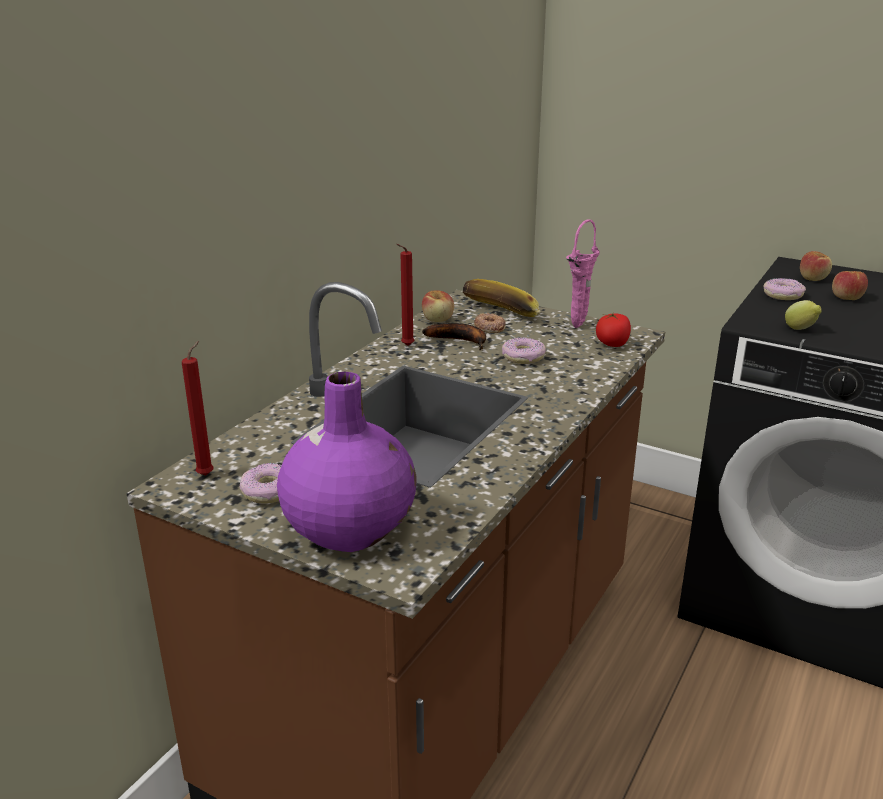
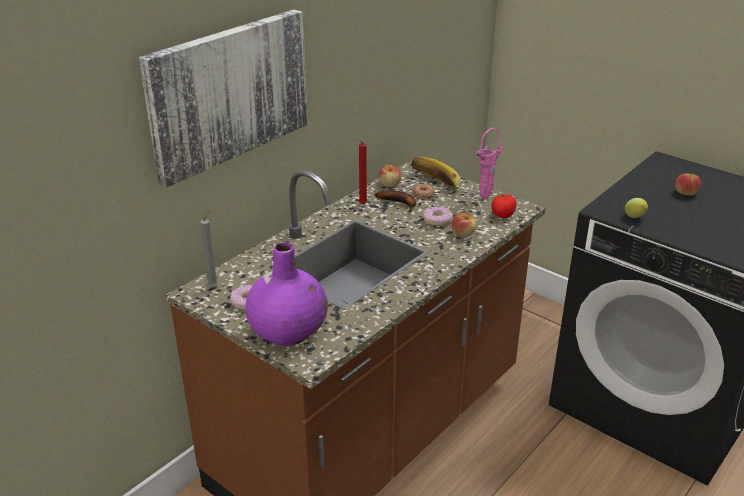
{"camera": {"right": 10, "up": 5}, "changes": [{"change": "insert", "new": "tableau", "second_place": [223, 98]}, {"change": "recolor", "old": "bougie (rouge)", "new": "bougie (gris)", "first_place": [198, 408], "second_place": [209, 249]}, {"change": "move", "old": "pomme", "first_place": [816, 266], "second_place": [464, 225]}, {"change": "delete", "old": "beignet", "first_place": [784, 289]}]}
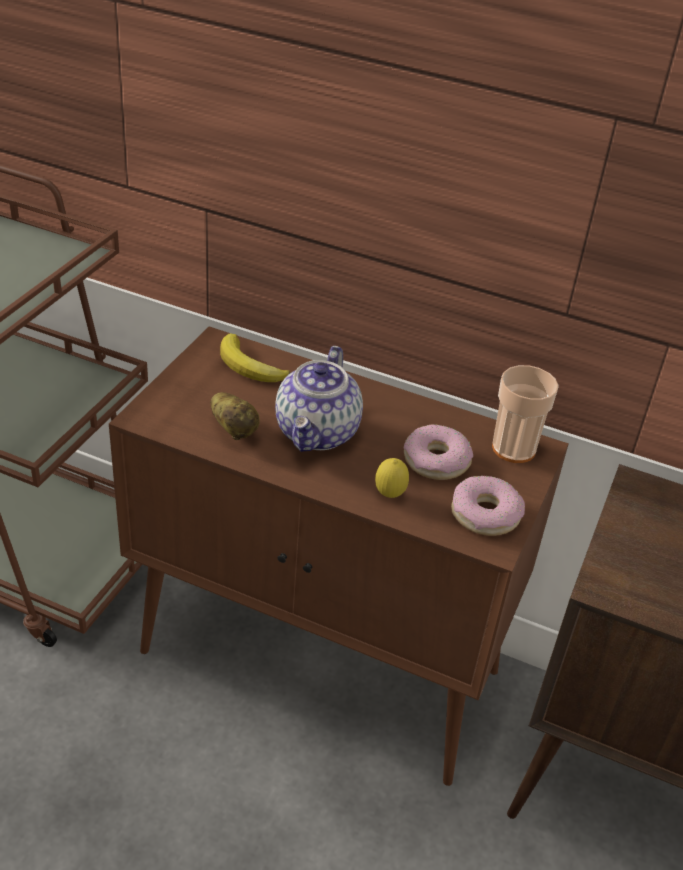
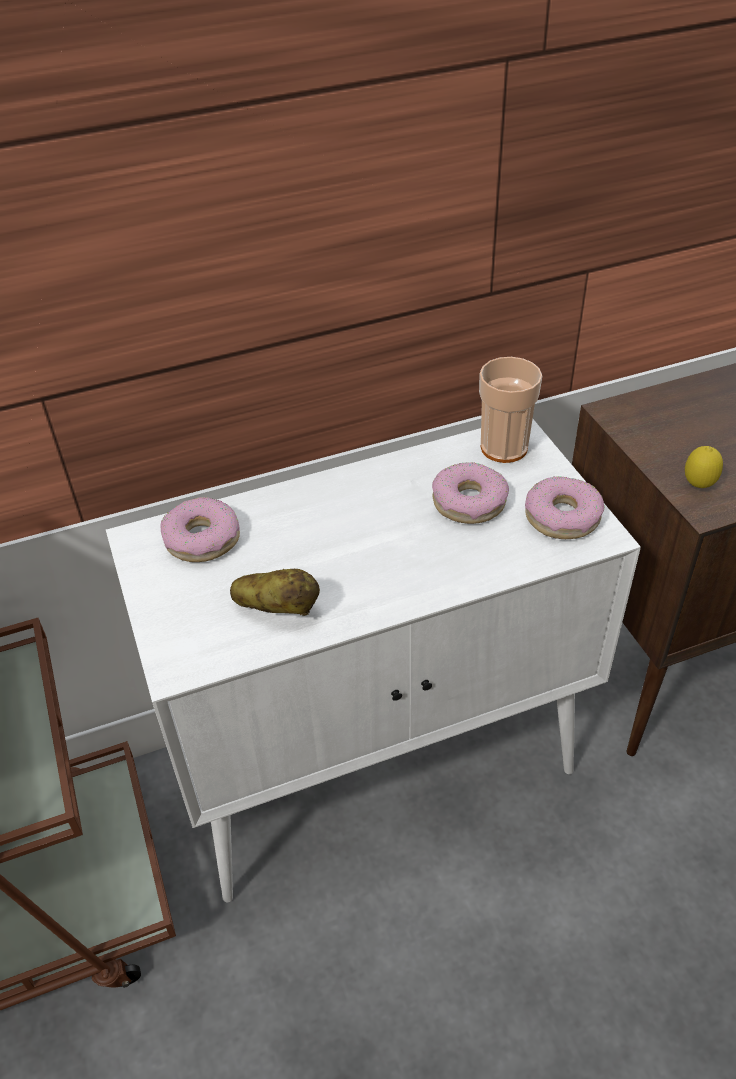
{"camera": {"right": -40, "up": 5}, "changes": [{"change": "recolor", "old": "meuble de rangement (marron)", "new": "meuble de rangement (blanc)", "first_place": [339, 556], "second_place": [373, 661]}, {"change": "replace", "old": "banane", "new": "beignet", "first_place": [255, 357], "second_place": [200, 529]}, {"change": "move", "old": "citron", "first_place": [392, 478], "second_place": [704, 467]}, {"change": "delete", "old": "théière", "first_place": [319, 399]}]}
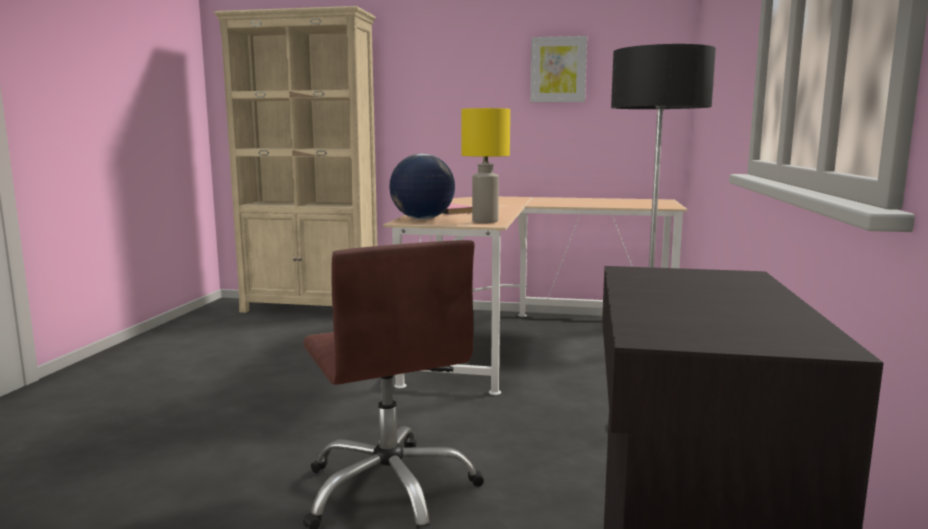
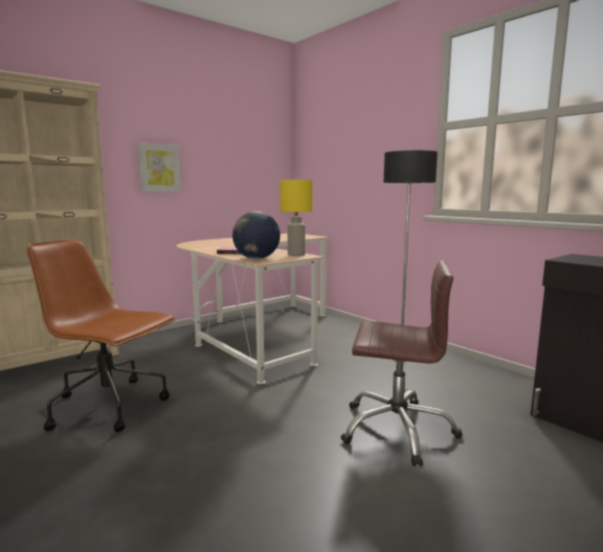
{"camera": {"right": -50, "up": 0}, "changes": [{"change": "insert", "new": "chaise de bureau (marron)", "second_place": [101, 335]}, {"change": "move", "old": "tableau", "first_place": [558, 69], "second_place": [159, 167]}]}
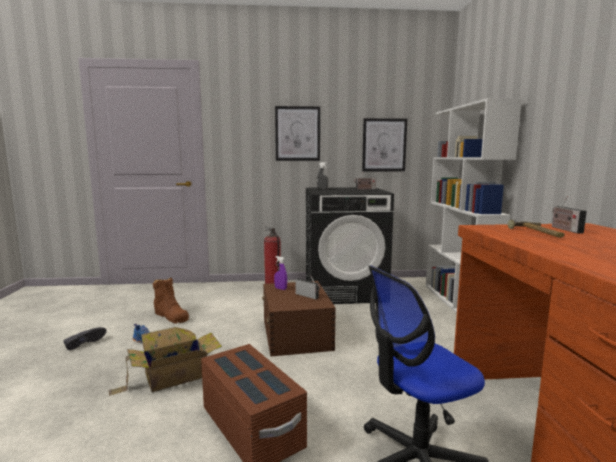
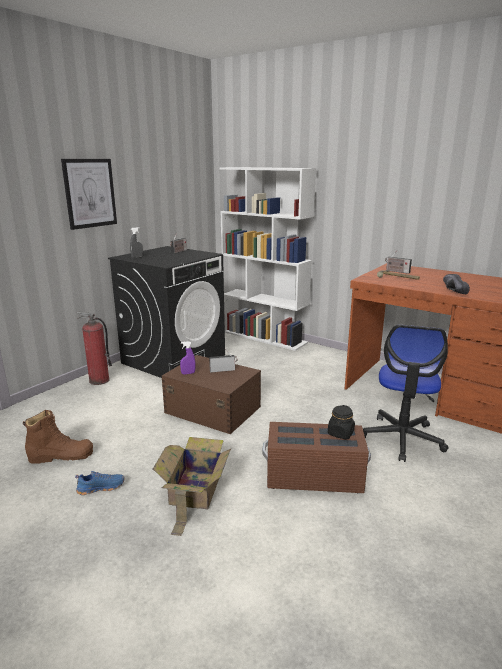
{"camera": {"right": -50, "up": 10}, "changes": [{"change": "insert", "new": "bocal (noir)", "second_place": [341, 422]}, {"change": "move", "old": "chaussure (noir)", "first_place": [85, 338], "second_place": [456, 284]}, {"change": "delete", "old": "tableau", "first_place": [384, 144]}]}
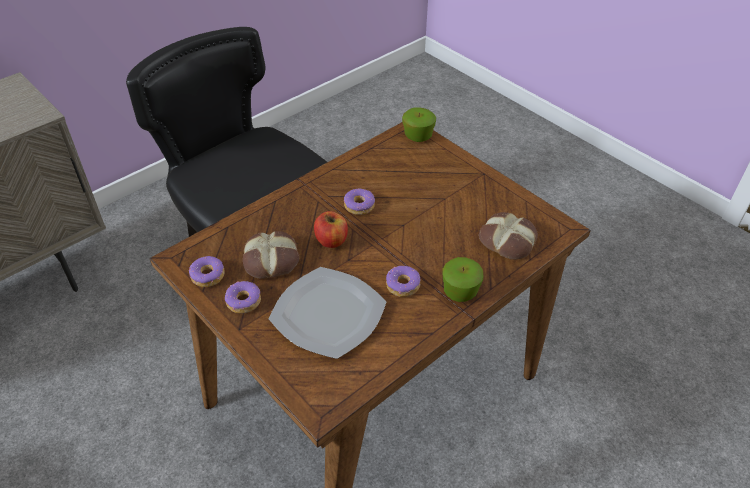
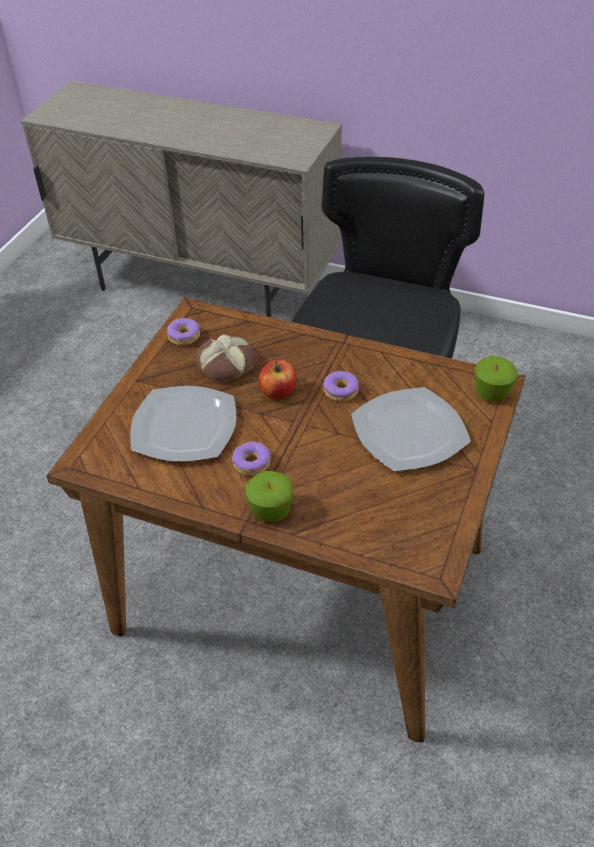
{"camera": {"right": 65, "up": 0}, "changes": [{"change": "insert", "new": "assiette", "second_place": [411, 429]}, {"change": "delete", "old": "beignet", "first_place": [243, 297]}, {"change": "delete", "old": "pain", "first_place": [508, 236]}]}
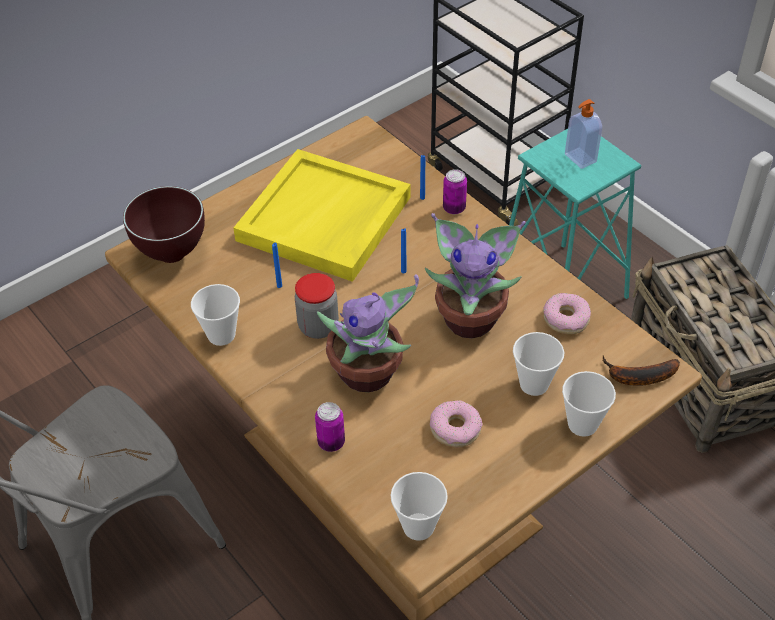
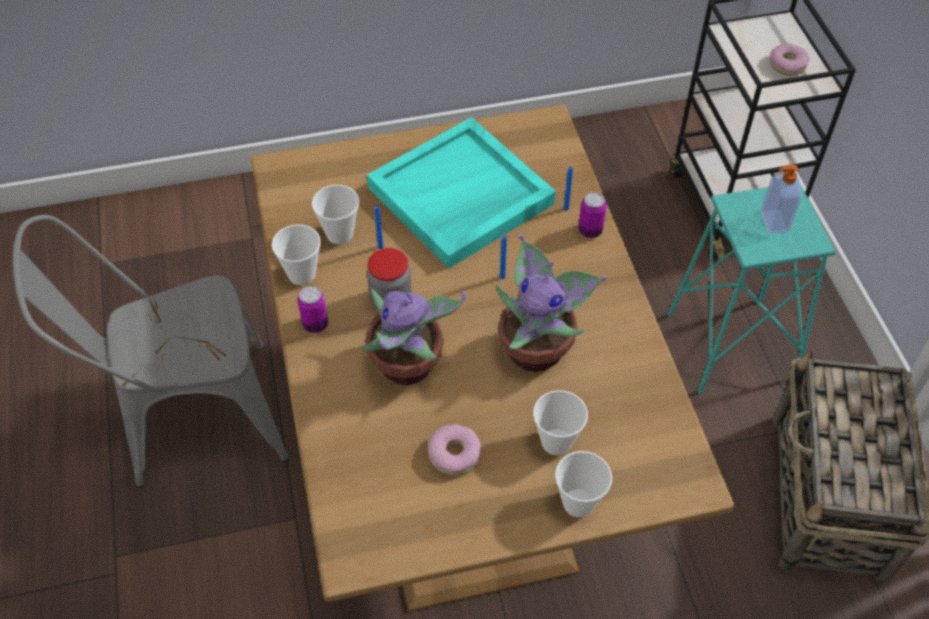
{"camera": {"right": 25, "up": 5}, "changes": [{"change": "move", "old": "boîte métallique", "first_place": [330, 427], "second_place": [313, 309]}, {"change": "move", "old": "tasse", "first_place": [419, 506], "second_place": [335, 214]}, {"change": "recolor", "old": "plateau (jaune)", "new": "plateau (turquoise)", "first_place": [321, 215], "second_place": [461, 192]}, {"change": "move", "old": "beignet", "first_place": [567, 314], "second_place": [789, 59]}, {"change": "delete", "old": "bol (marron)", "first_place": [164, 224]}, {"change": "delete", "old": "banane", "first_place": [641, 370]}]}
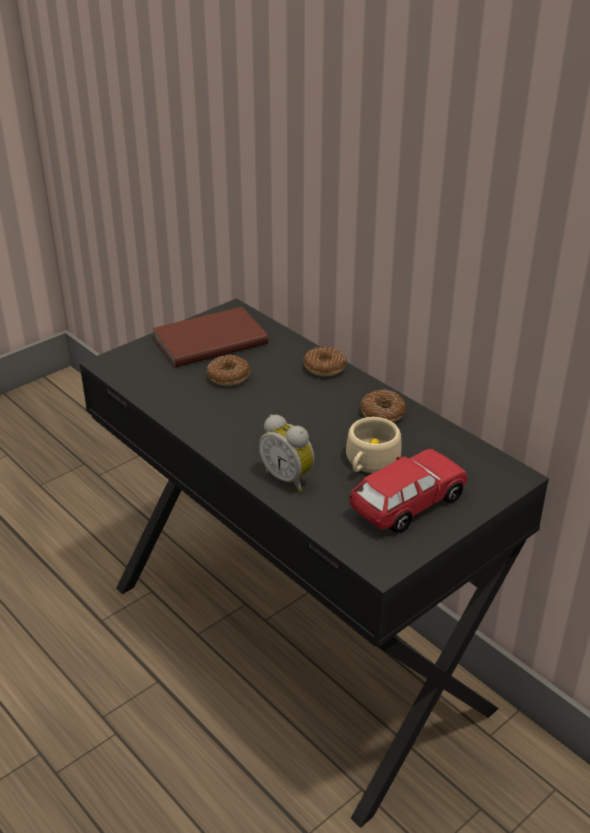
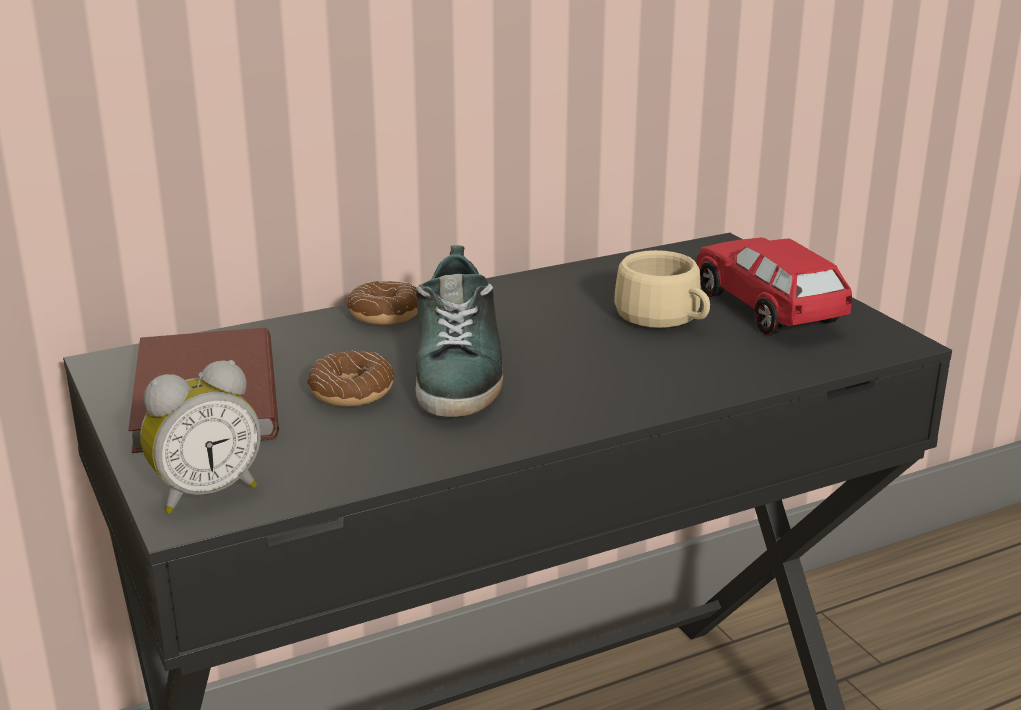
{"camera": {"right": -75, "up": -10}, "changes": [{"change": "move", "old": "réveil", "first_place": [286, 453], "second_place": [200, 437]}, {"change": "insert", "new": "chaussure", "second_place": [459, 331]}, {"change": "delete", "old": "beignet", "first_place": [383, 405]}]}
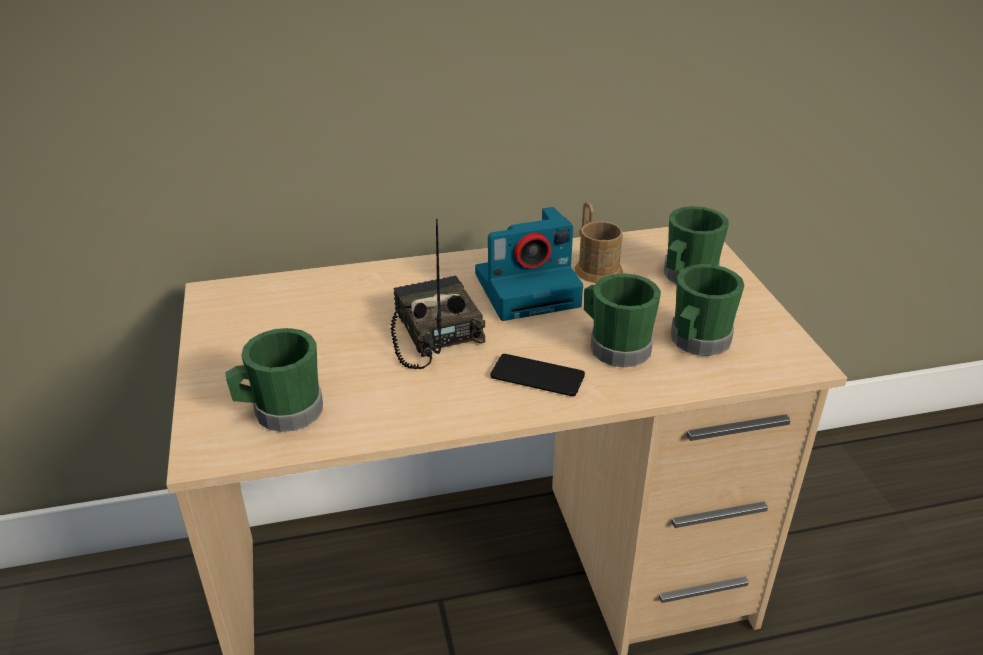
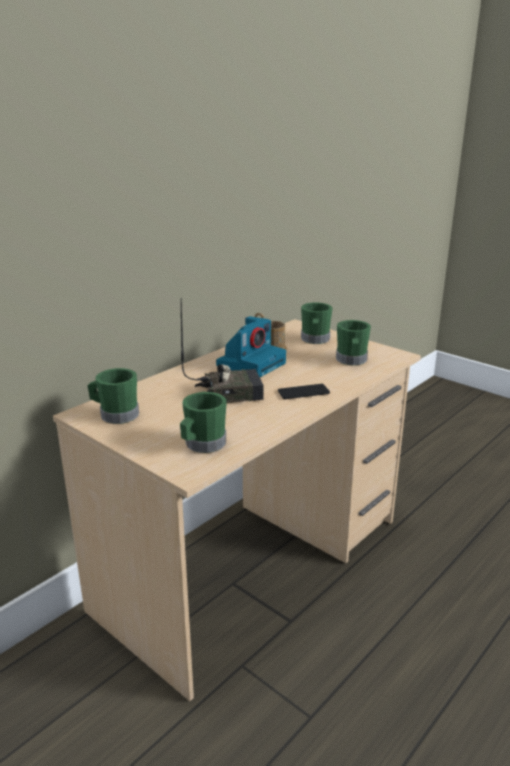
{"camera": {"right": -35, "up": -10}, "changes": [{"change": "move", "old": "mug (vert)", "first_place": [622, 320], "second_place": [113, 396]}, {"change": "rotate", "old": "radio", "first_place": [437, 294], "second_place": [222, 350], "degrees": 135}]}
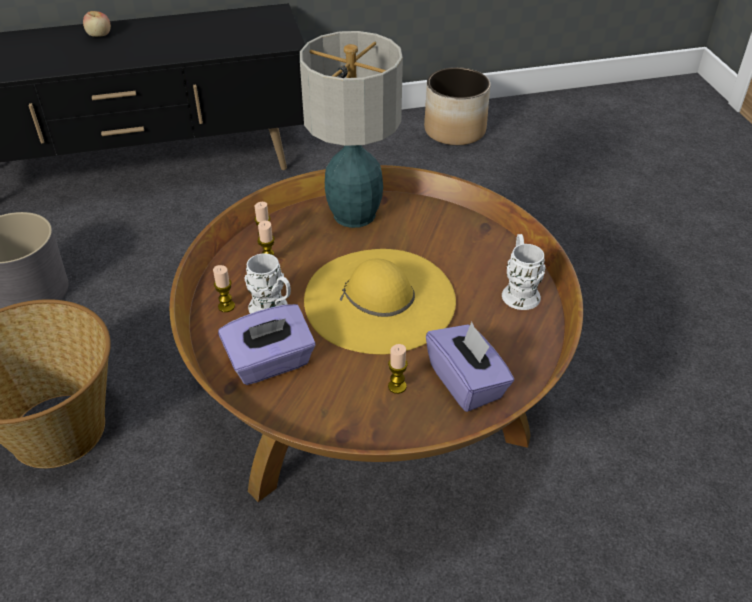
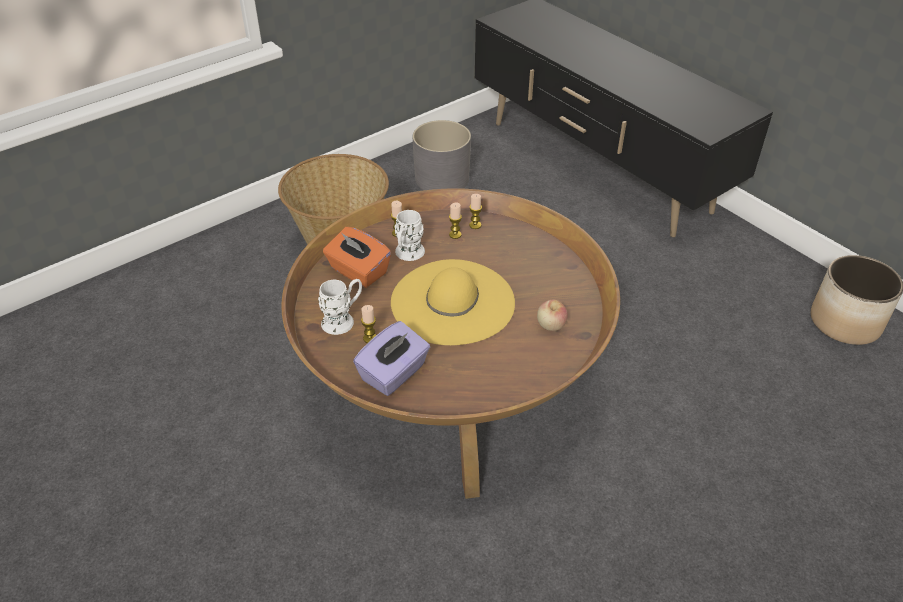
{"camera": {"right": 65, "up": 0}, "changes": [{"change": "move", "old": "mug (blanc)", "first_place": [524, 272], "second_place": [340, 307]}, {"change": "recolor", "old": "boîte à mouchoirs (violet)", "new": "boîte à mouchoirs (orange)", "first_place": [267, 344], "second_place": [357, 257]}, {"change": "move", "old": "pomme", "first_place": [97, 24], "second_place": [552, 315]}, {"change": "delete", "old": "lampe de table", "first_place": [351, 129]}]}
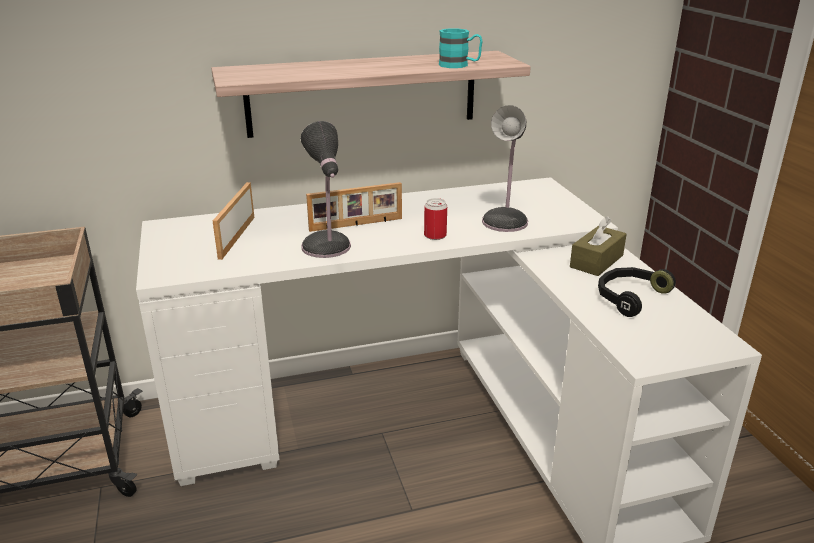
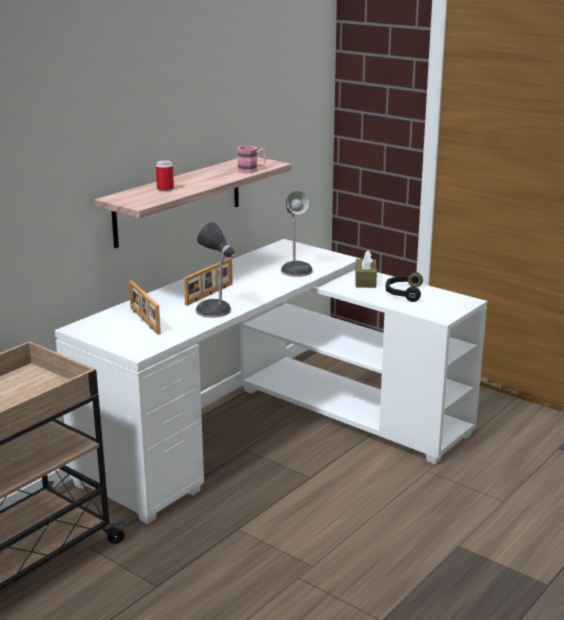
{"camera": {"right": -35, "up": -5}, "changes": [{"change": "move", "old": "boîte métallique", "first_place": [435, 219], "second_place": [165, 175]}, {"change": "recolor", "old": "mug (turquoise)", "new": "mug (rose)", "first_place": [460, 48], "second_place": [251, 159]}]}
